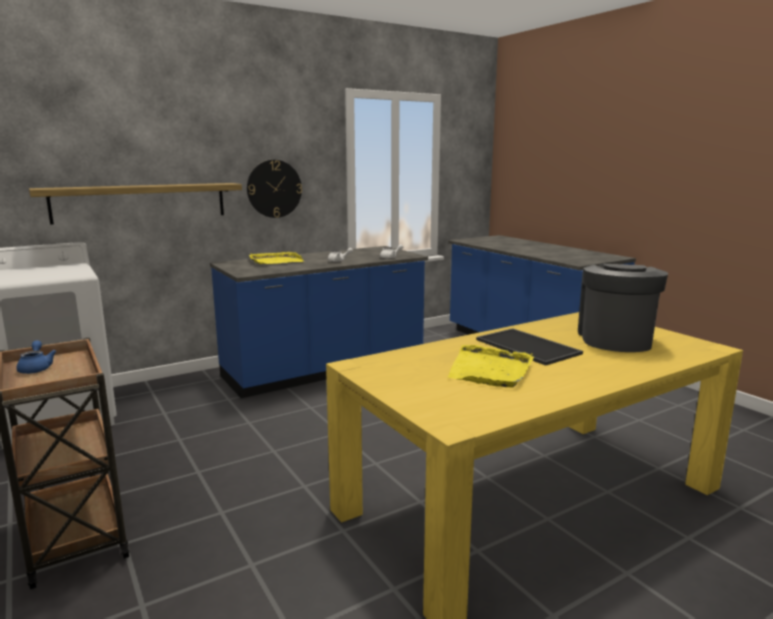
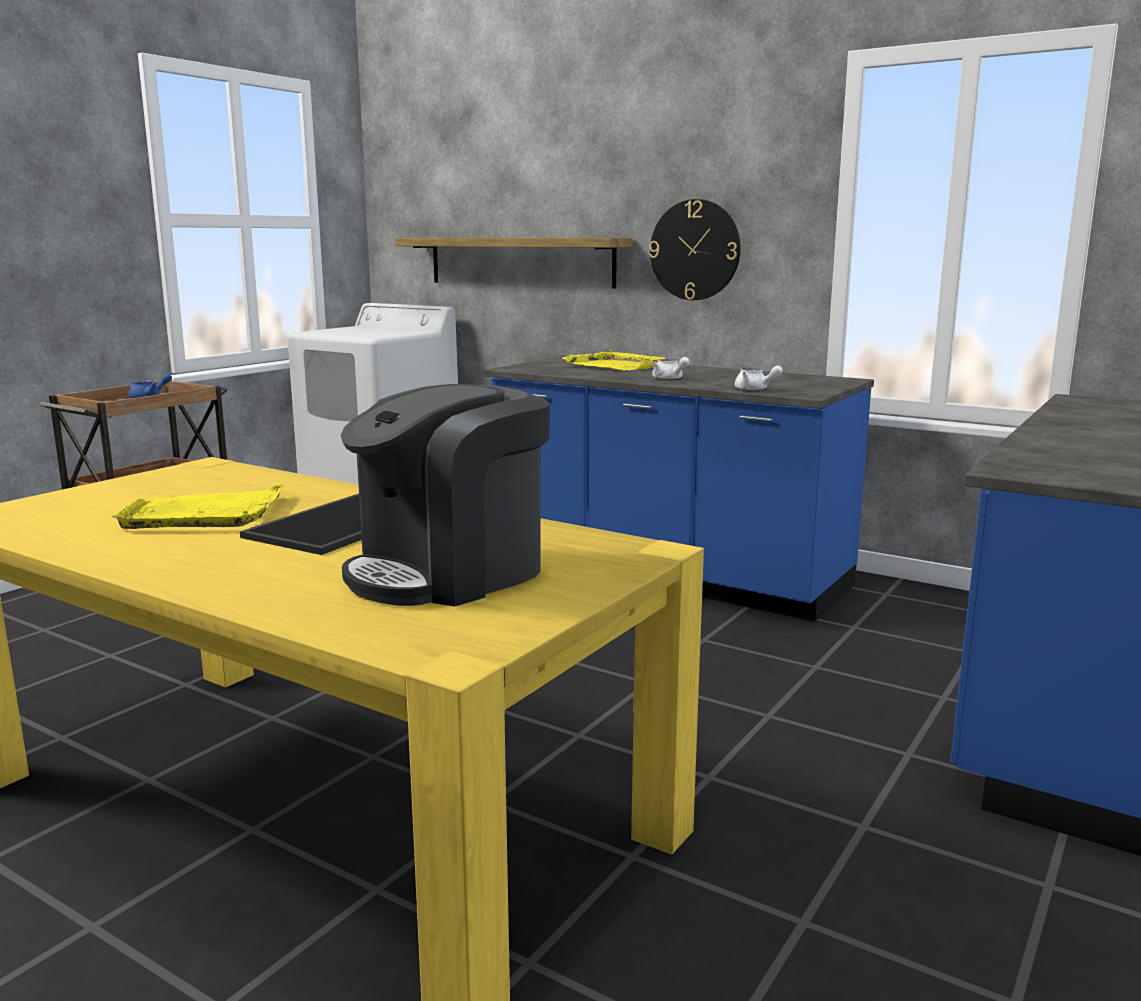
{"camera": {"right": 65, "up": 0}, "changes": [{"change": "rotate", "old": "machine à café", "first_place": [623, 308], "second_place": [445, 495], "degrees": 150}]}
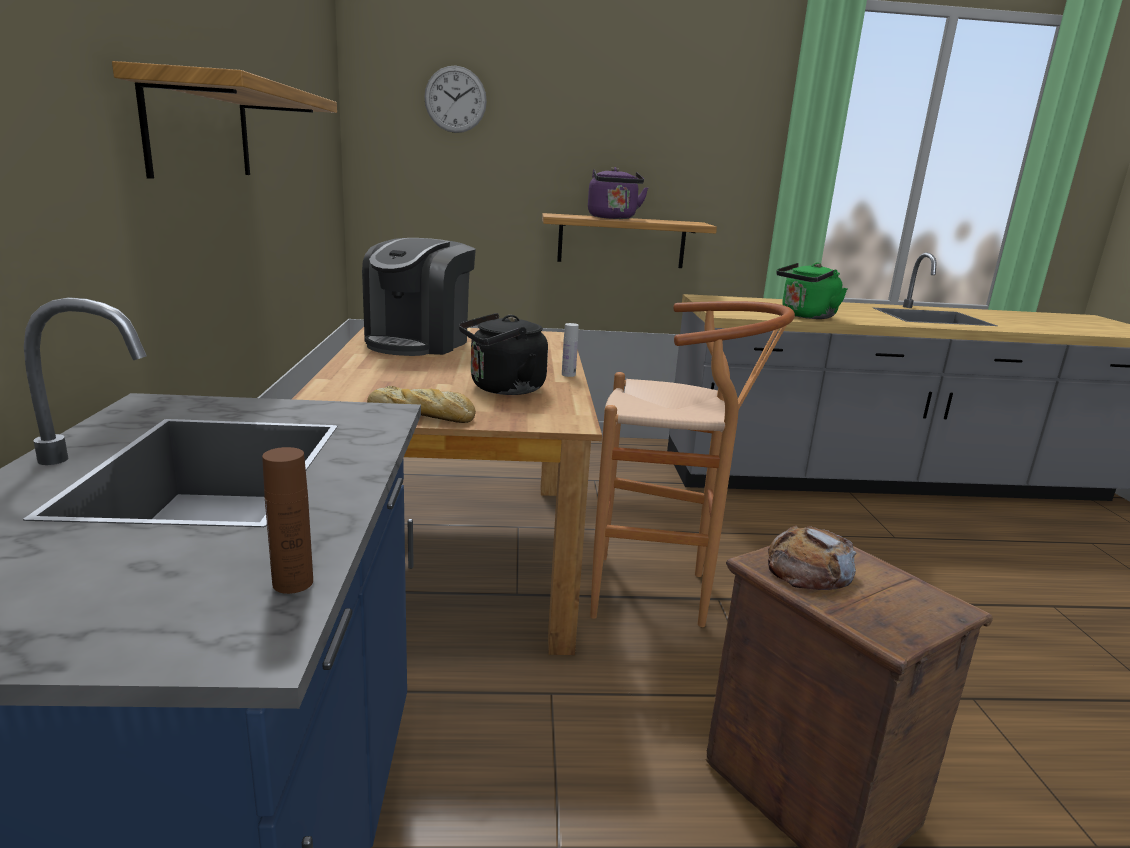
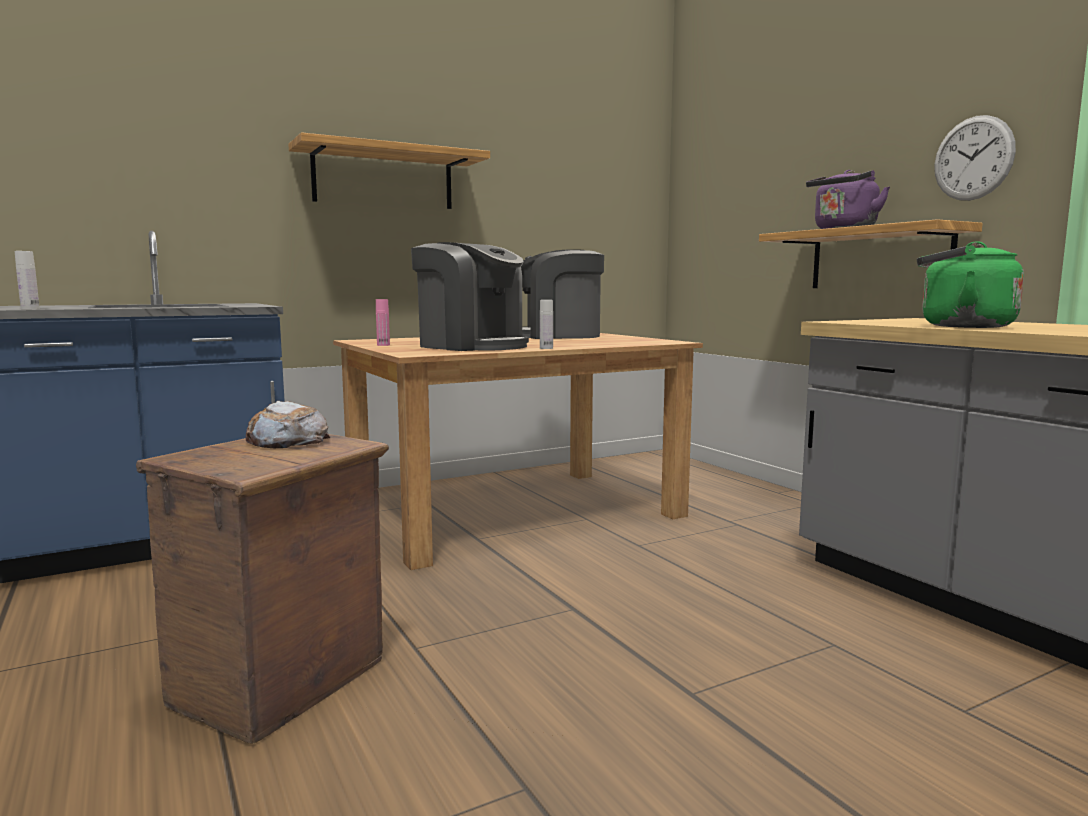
{"camera": {"right": 65, "up": -10}, "changes": [{"change": "recolor", "old": "bouteille (marron)", "new": "bouteille (blanc)", "first_place": [287, 520], "second_place": [27, 280]}, {"change": "replace", "old": "pain", "new": "bouteille (rose)", "first_place": [421, 404], "second_place": [383, 322]}, {"change": "replace", "old": "bouilloire (noir)", "new": "machine à café", "first_place": [503, 354], "second_place": [470, 296]}, {"change": "move", "old": "horloge murale", "first_place": [455, 99], "second_place": [975, 158]}, {"change": "delete", "old": "tabouret (marron)", "first_place": [692, 464]}]}
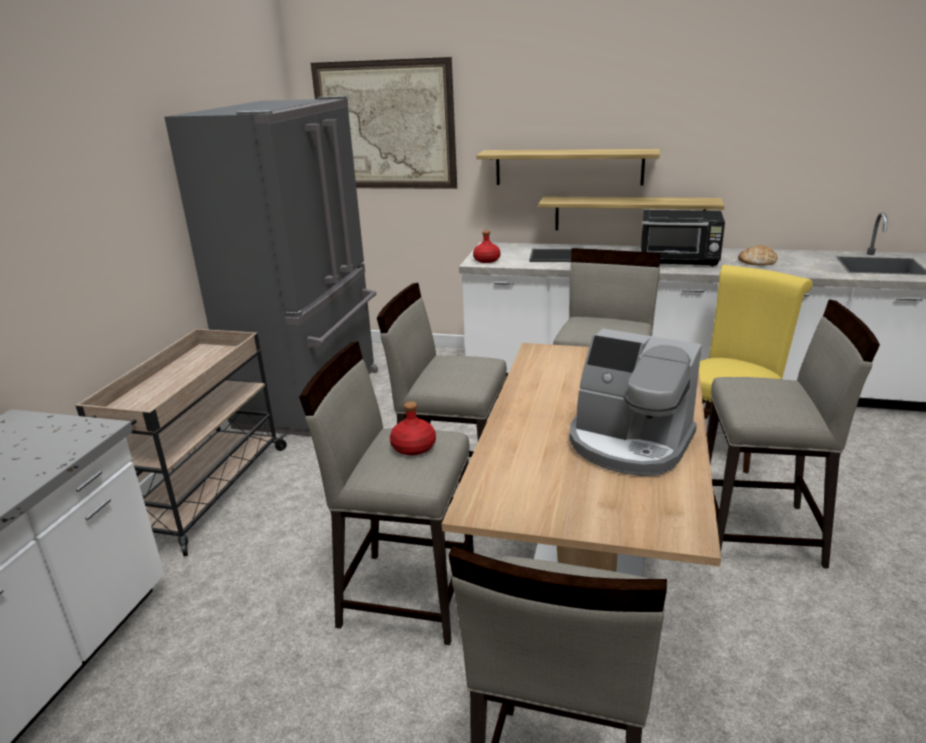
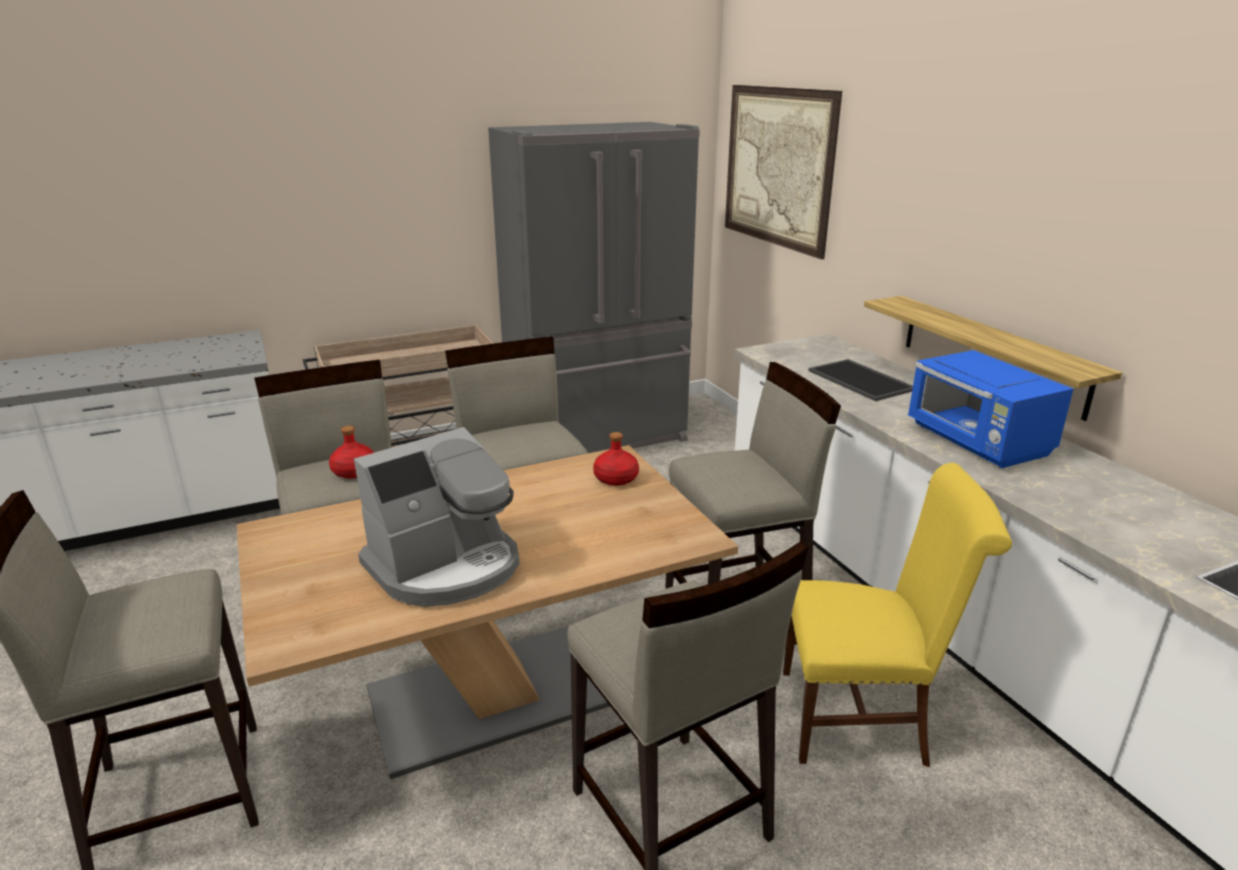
{"camera": {"right": 50, "up": 0}, "changes": [{"change": "rotate", "old": "machine à café", "first_place": [635, 402], "second_place": [436, 517], "degrees": -120}, {"change": "move", "old": "bouteille (rouge)", "first_place": [486, 247], "second_place": [616, 459]}, {"change": "recolor", "old": "micro-ondes (noir)", "new": "micro-ondes (bleu)", "first_place": [683, 238], "second_place": [990, 409]}, {"change": "delete", "old": "étagère", "first_place": [568, 167]}, {"change": "delete", "old": "pain", "first_place": [758, 255]}]}
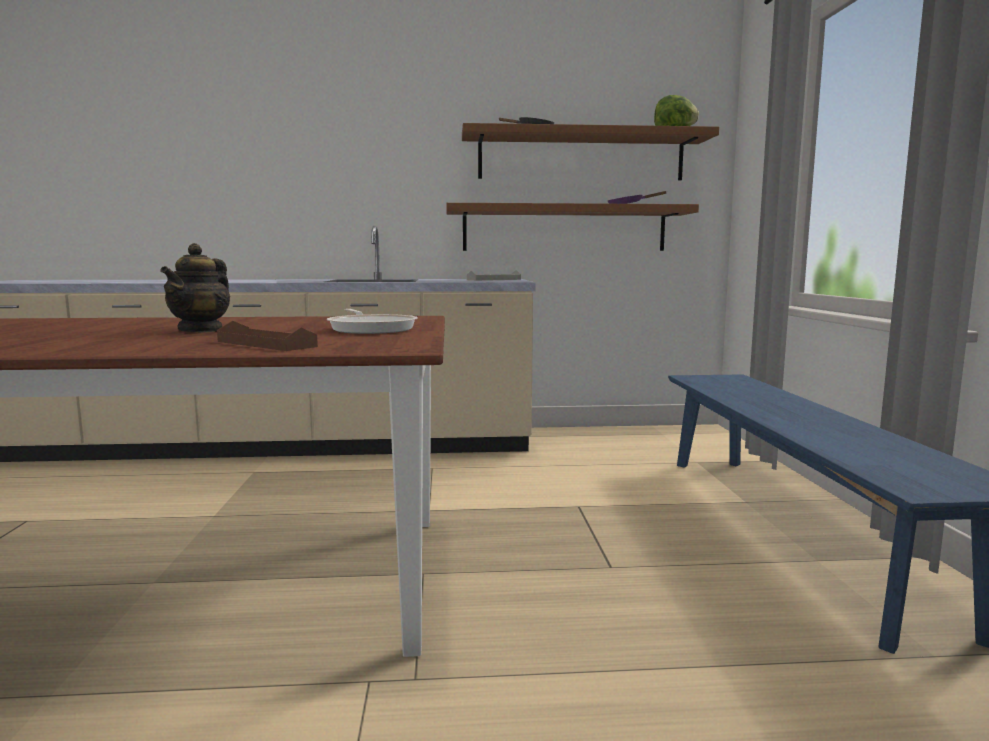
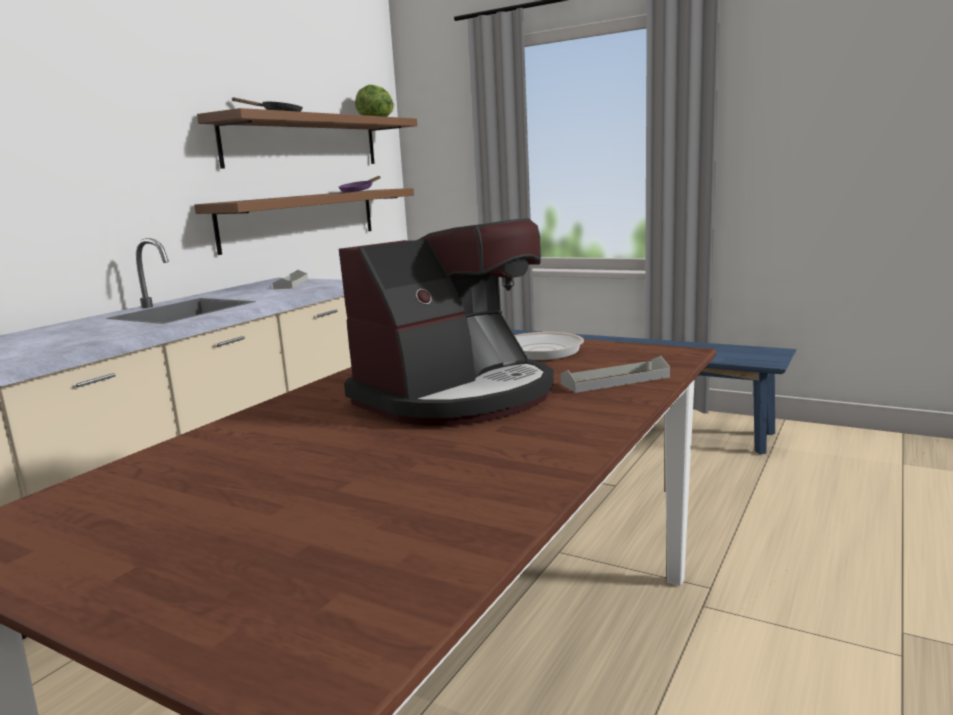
{"camera": {"right": -55, "up": 5}, "changes": [{"change": "replace", "old": "théière", "new": "machine à café", "first_place": [195, 288], "second_place": [446, 322]}, {"change": "recolor", "old": "plateau (marron)", "new": "plateau (gris)", "first_place": [267, 336], "second_place": [615, 374]}]}
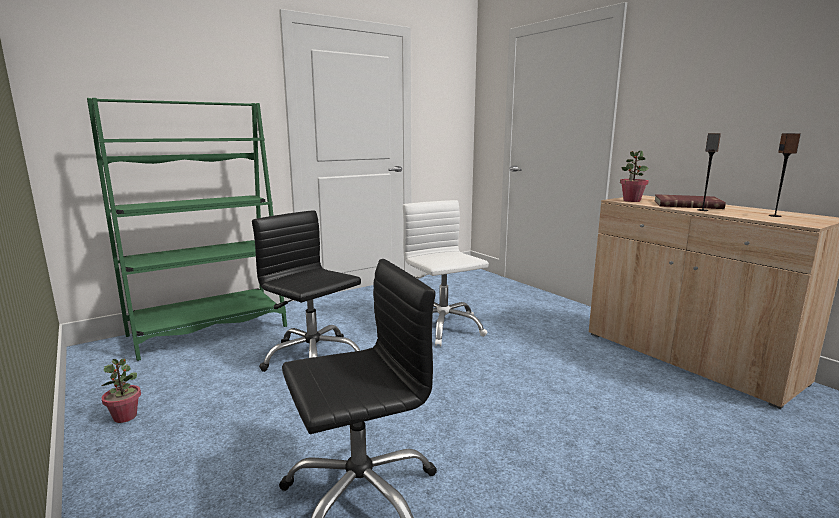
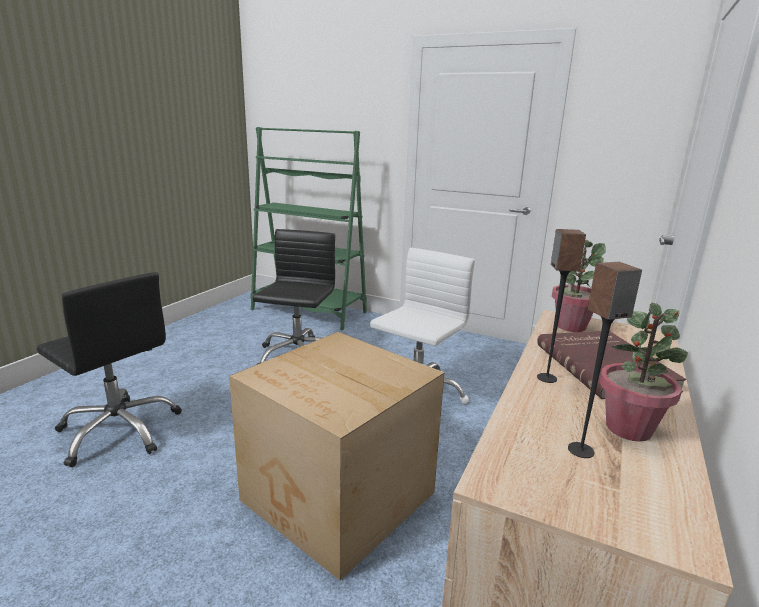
{"camera": {"right": 60, "up": 5}, "changes": [{"change": "insert", "new": "carton", "second_place": [337, 456]}, {"change": "move", "old": "plante en pot", "first_place": [121, 391], "second_place": [644, 372]}]}
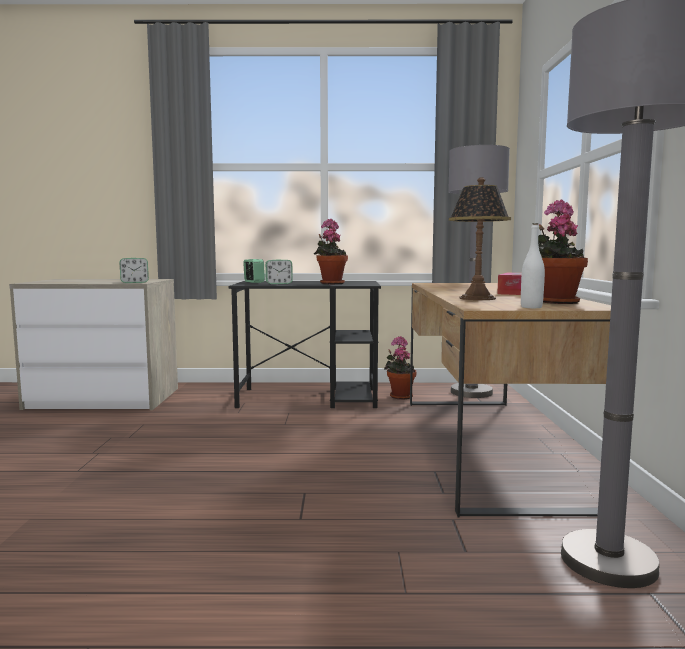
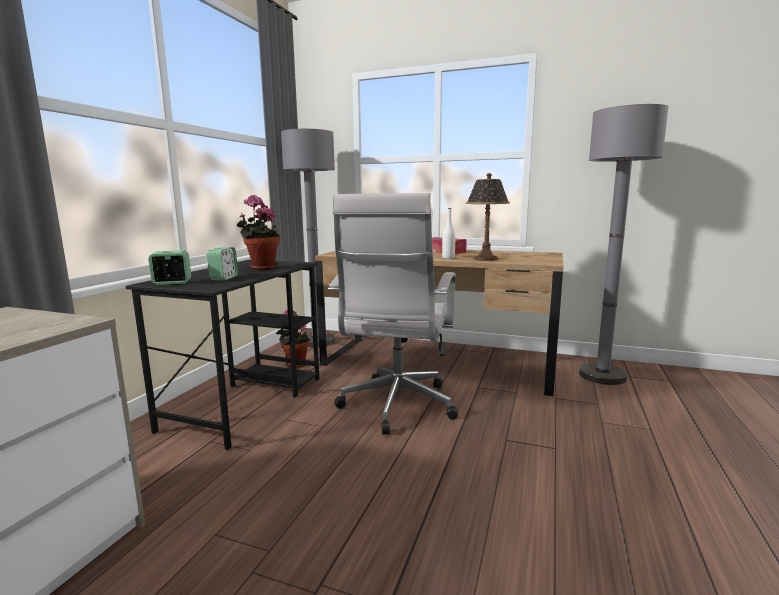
{"camera": {"right": -70, "up": 5}, "changes": [{"change": "insert", "new": "chaise de bureau (blanc)", "second_place": [393, 314]}, {"change": "move", "old": "bouteille (blanc)", "first_place": [533, 265], "second_place": [448, 233]}, {"change": "delete", "old": "réveil", "first_place": [134, 270]}, {"change": "delete", "old": "plante en pot", "first_place": [563, 251]}]}
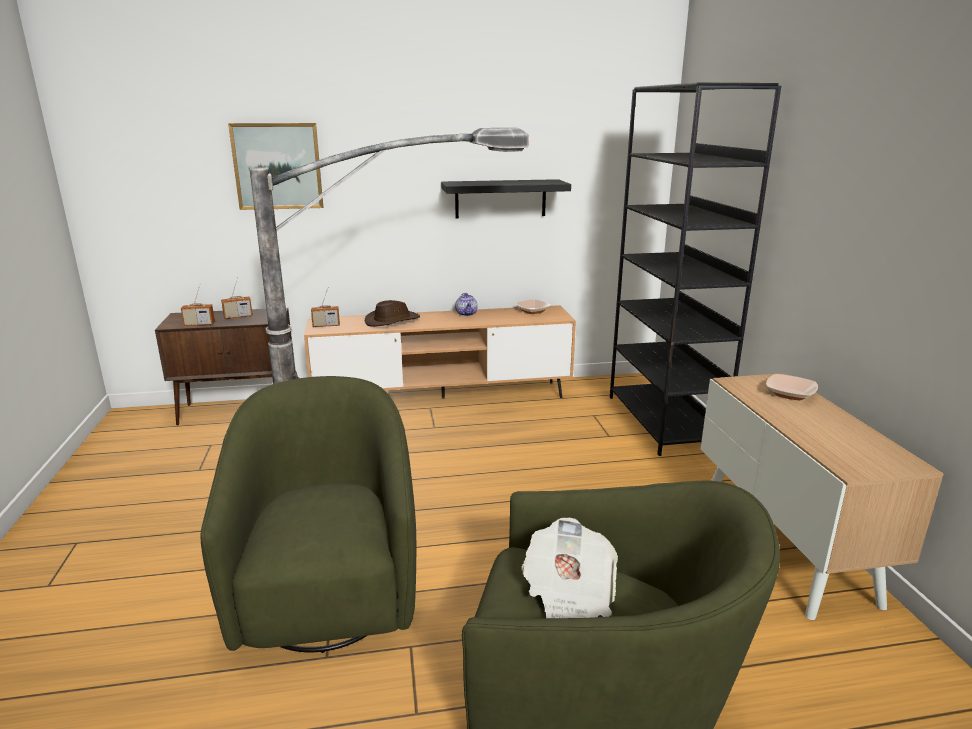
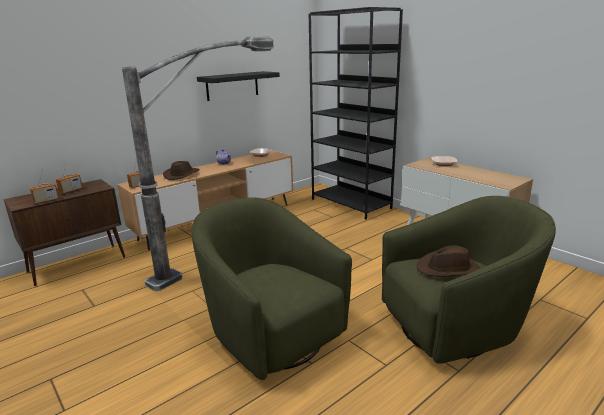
{"camera": {"right": -30, "up": 0}, "changes": [{"change": "replace", "old": "journal", "new": "chapeau (marron)", "first_place": [570, 568], "second_place": [448, 261]}, {"change": "delete", "old": "tableau", "first_place": [275, 166]}]}
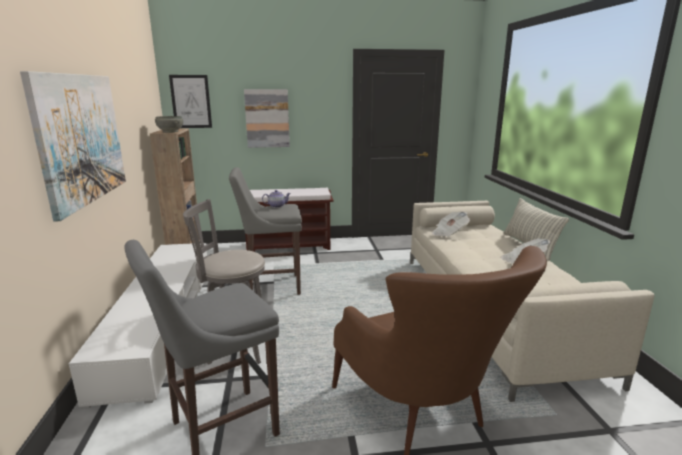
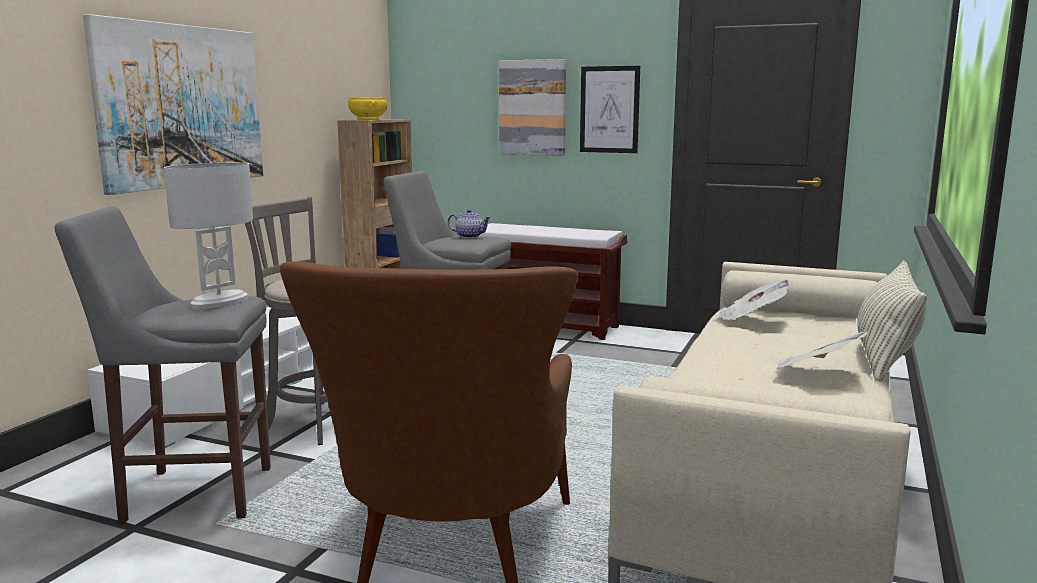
{"camera": {"right": 30, "up": -5}, "changes": [{"change": "insert", "new": "lampe de table (blanc)", "second_place": [208, 235]}, {"change": "recolor", "old": "bol (gris)", "new": "bol (jaune)", "first_place": [169, 124], "second_place": [367, 108]}, {"change": "move", "old": "tableau", "first_place": [190, 101], "second_place": [610, 109]}]}
